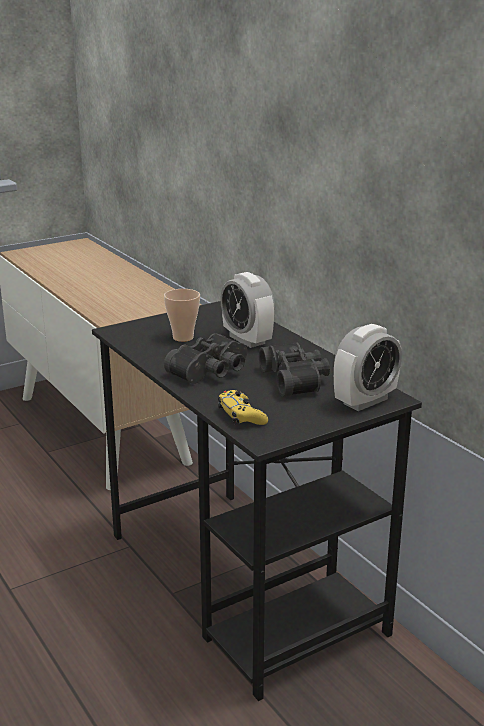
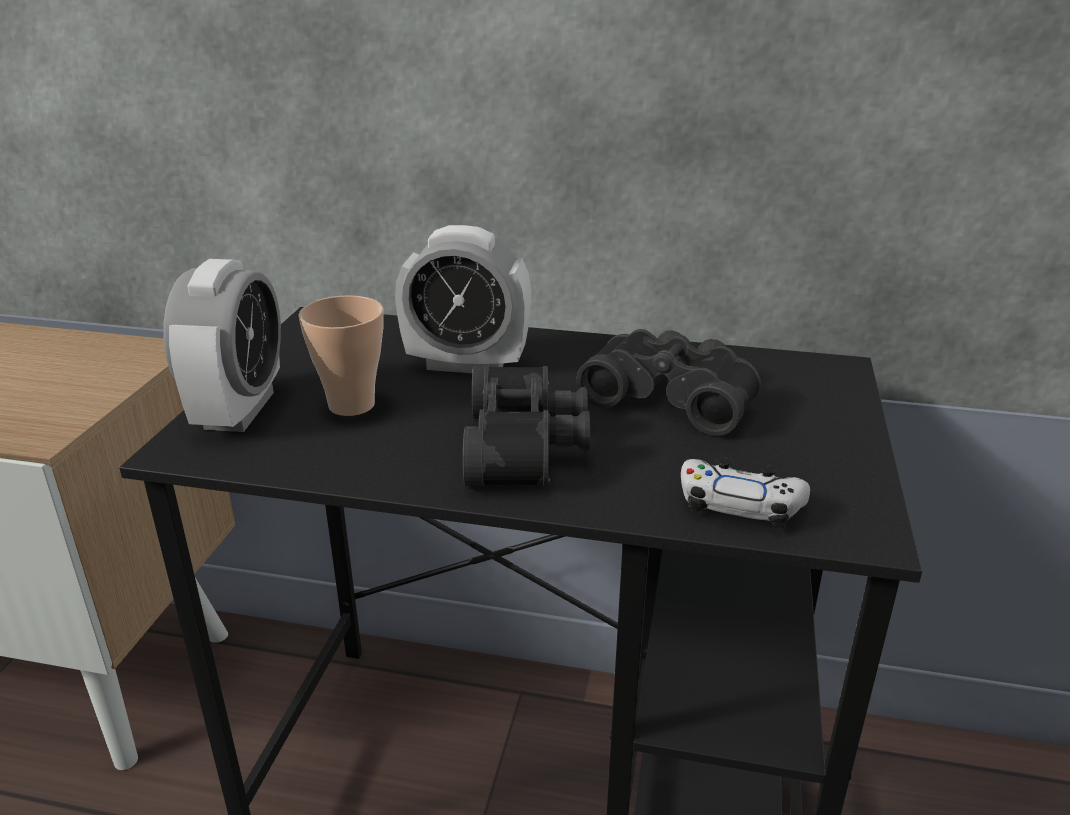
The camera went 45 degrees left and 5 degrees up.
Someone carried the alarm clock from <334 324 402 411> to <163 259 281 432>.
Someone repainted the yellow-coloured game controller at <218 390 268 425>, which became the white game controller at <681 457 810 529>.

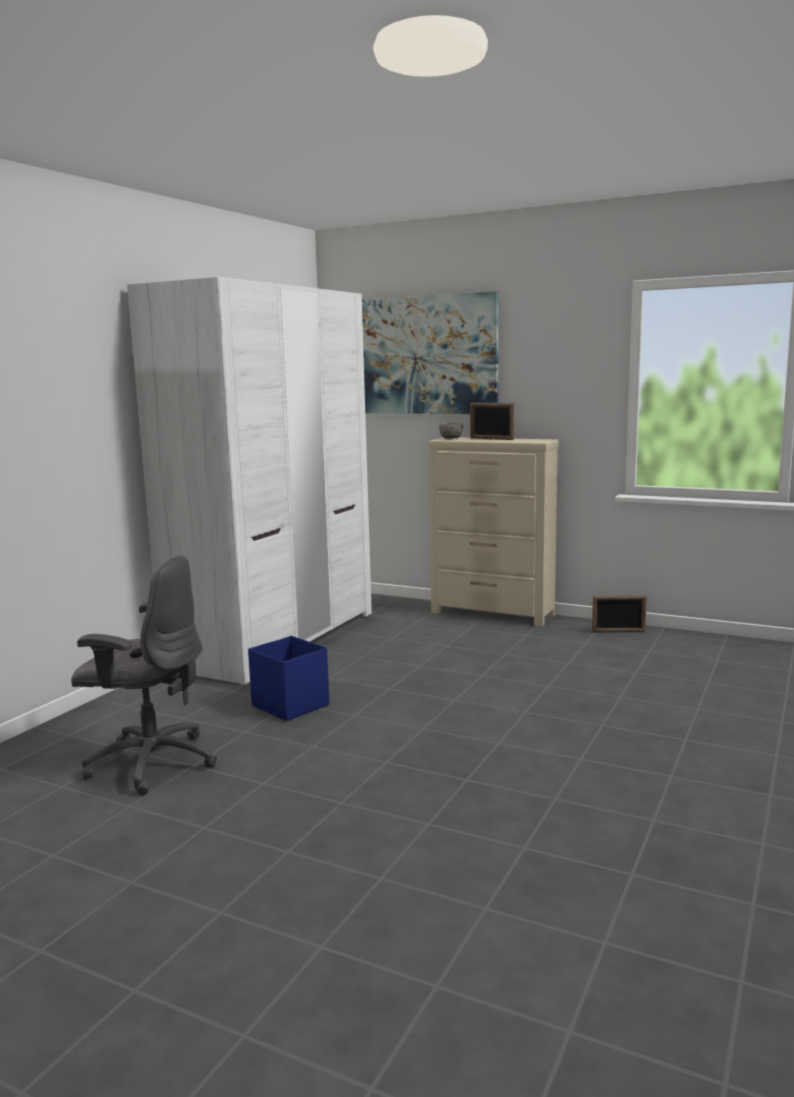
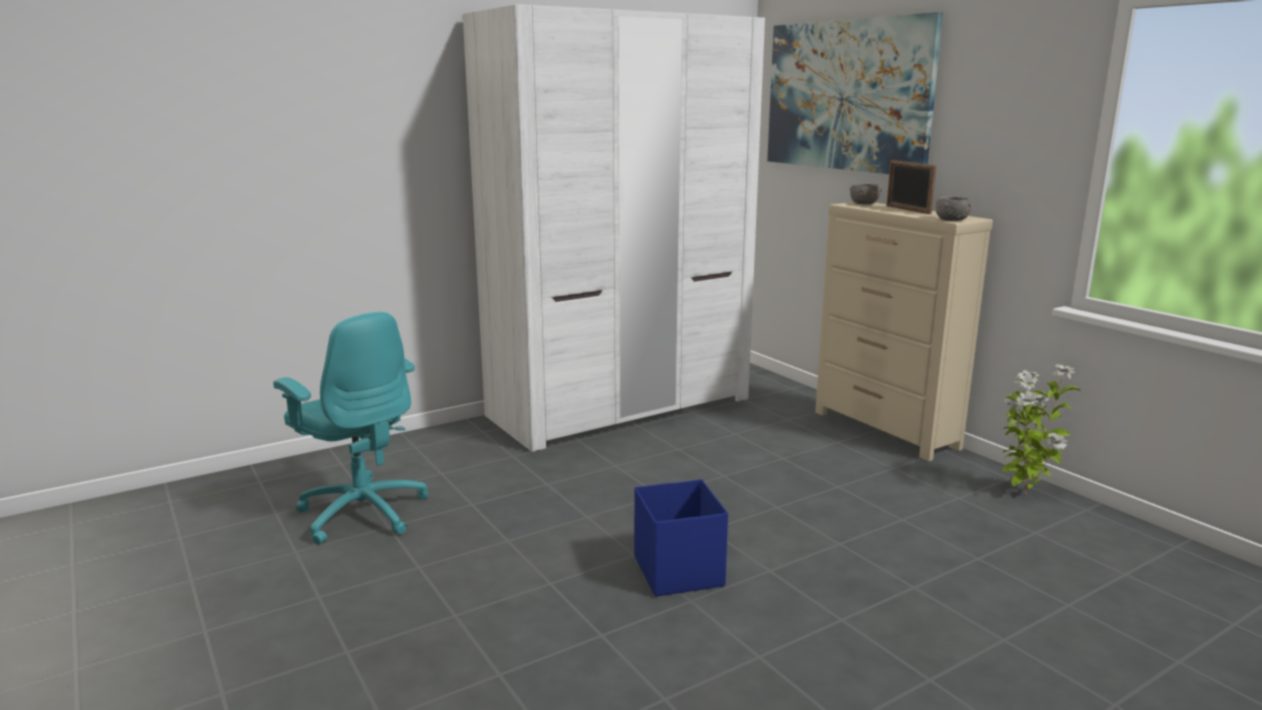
The camera went 30 degrees right and 5 degrees up.
Someone put down the greyish serving bowl at <936 196 972 221>.
Someone carried the blue-coloured storage box from <248 636 329 721> to <634 479 728 597>.
Someone swapped the standing frame at <592 596 647 632> for the plant in a pot at <1003 364 1081 495>.
Someone repainted the greyish computer chair at <71 555 217 795>, which became the turquoise computer chair at <273 312 428 545>.

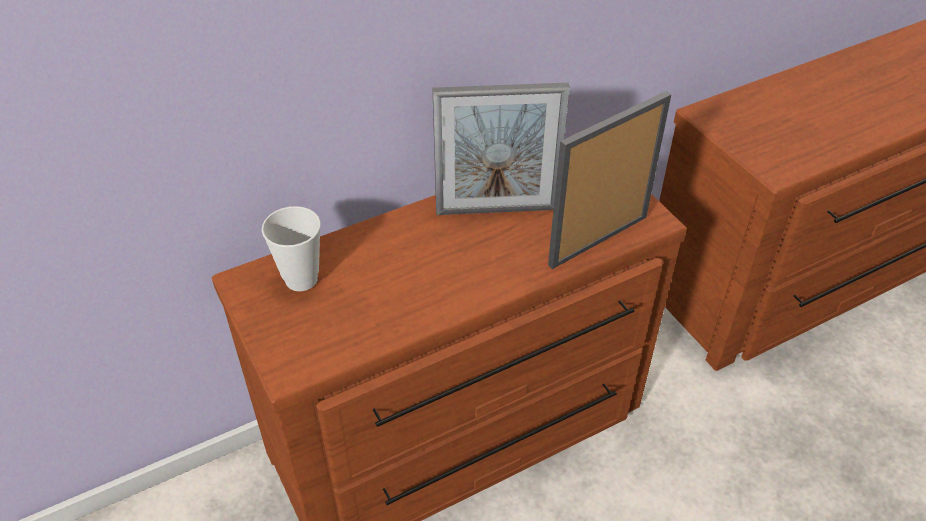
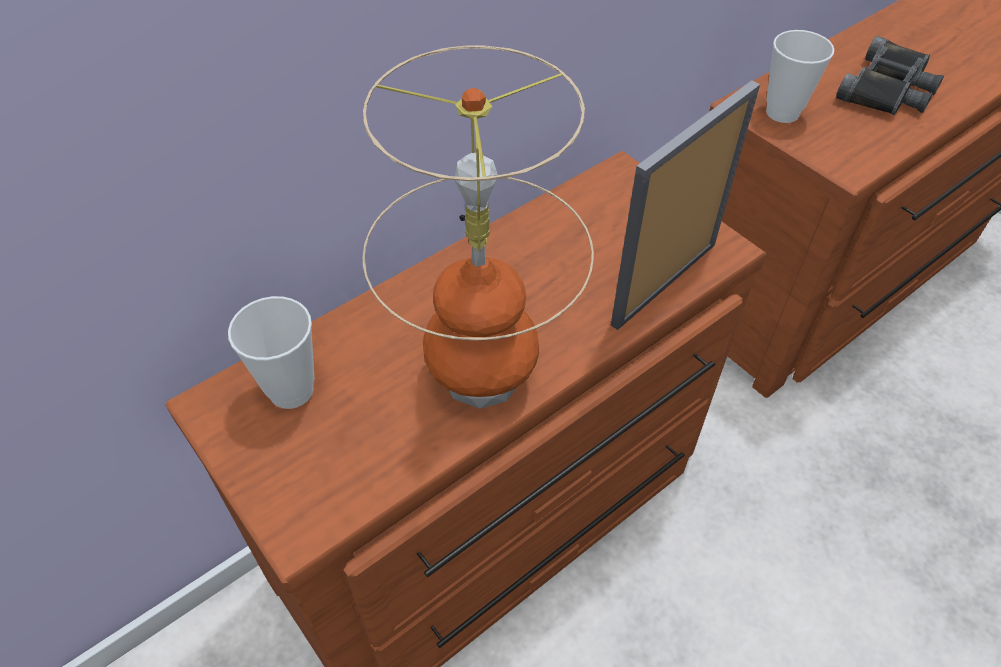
The camera went 10 degrees left and 5 degrees up.
Someone took away the standing frame at <432 83 570 215>.
Someone put down the lamp for a table at <363 45 594 409>.
Someone put down the small cup at <766 30 834 123>.
Someone put down the black-coloured field glasses at <836 36 944 115>.

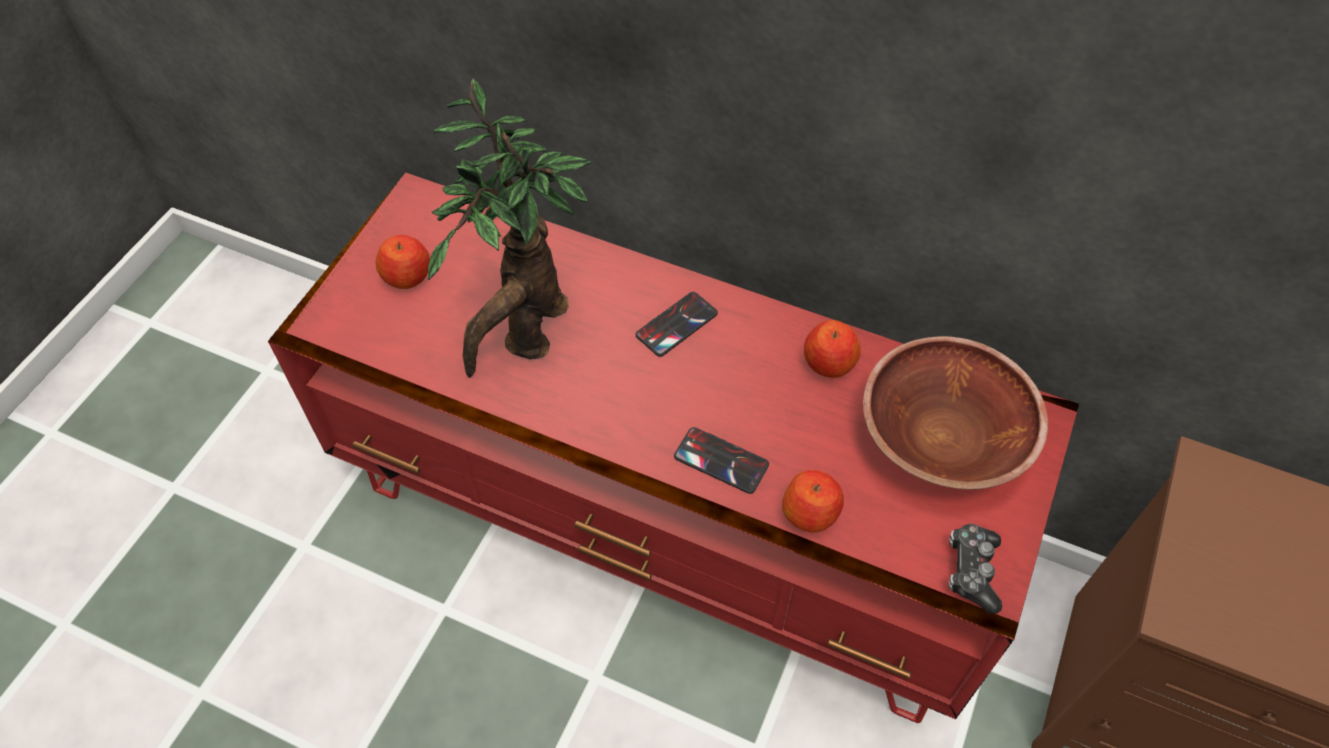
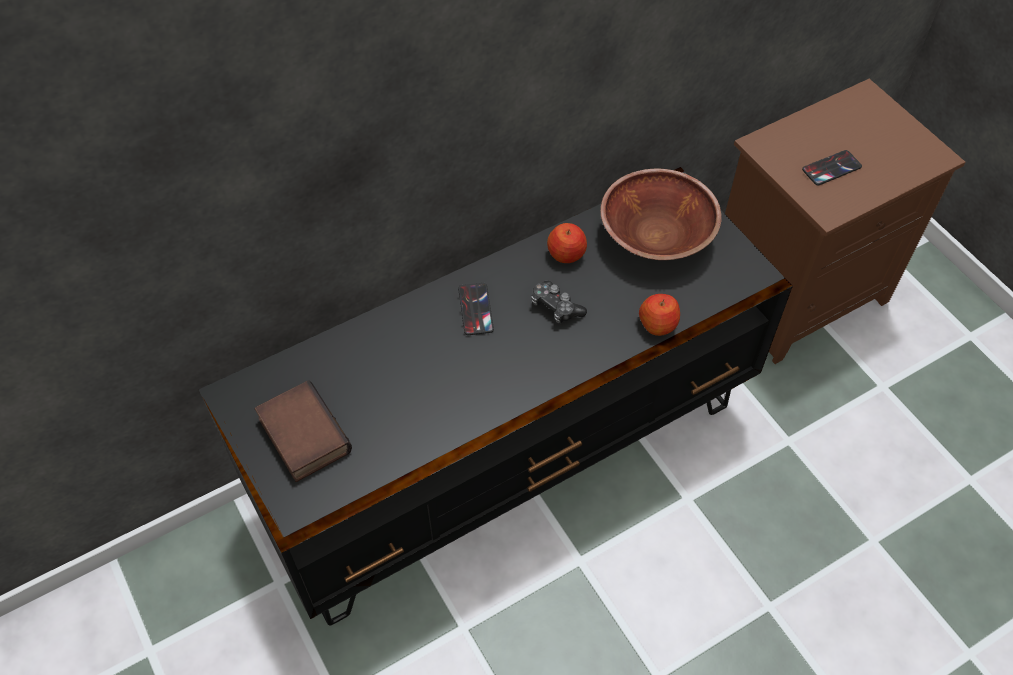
The camera went 55 degrees left and 0 degrees up.
Someone took away the plant in a pot at <428 78 591 378>.
Someone carried the phone from <674 427 769 494> to <802 150 862 186>.
Someone carried the game controller from <949 524 1002 614> to <531 281 587 323>.
Someone swapped the apple at <376 235 430 289> for the volume at <254 380 352 482>.
Someone repainted the red-coloured media console at <268 173 1079 723>, which became the black-coloured media console at <199 167 793 626>.

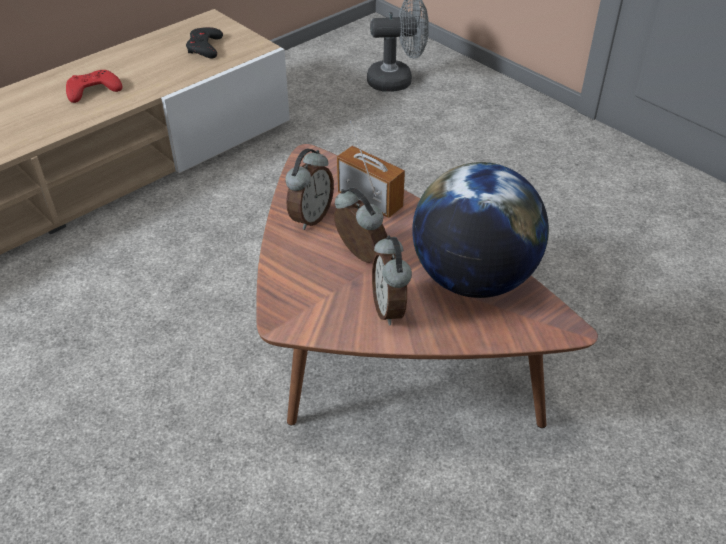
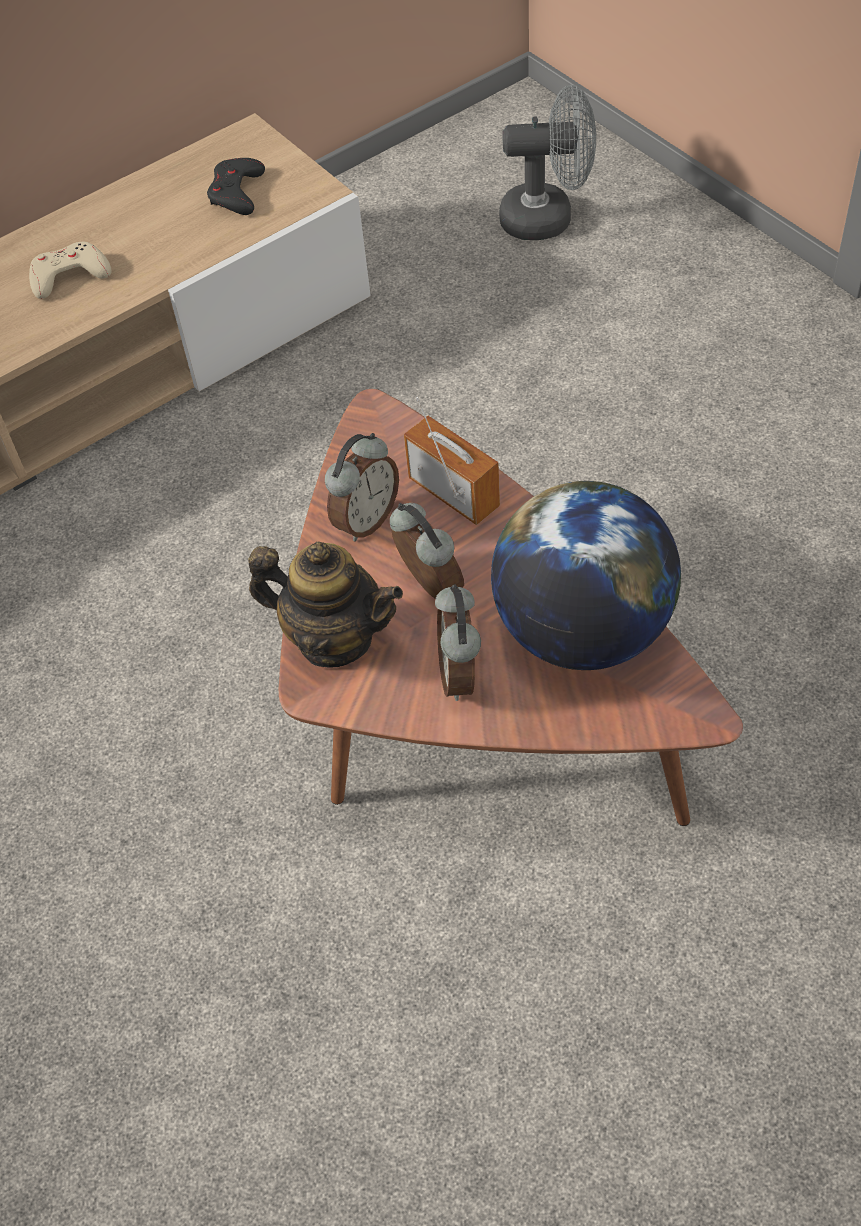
The camera went 10 degrees right and 10 degrees up.
Someone put down the tea pot at <249 542 403 668>.
Someone repainted the red-coloured game controller at <66 70 122 103>, which became the beige-coloured game controller at <29 242 111 299>.

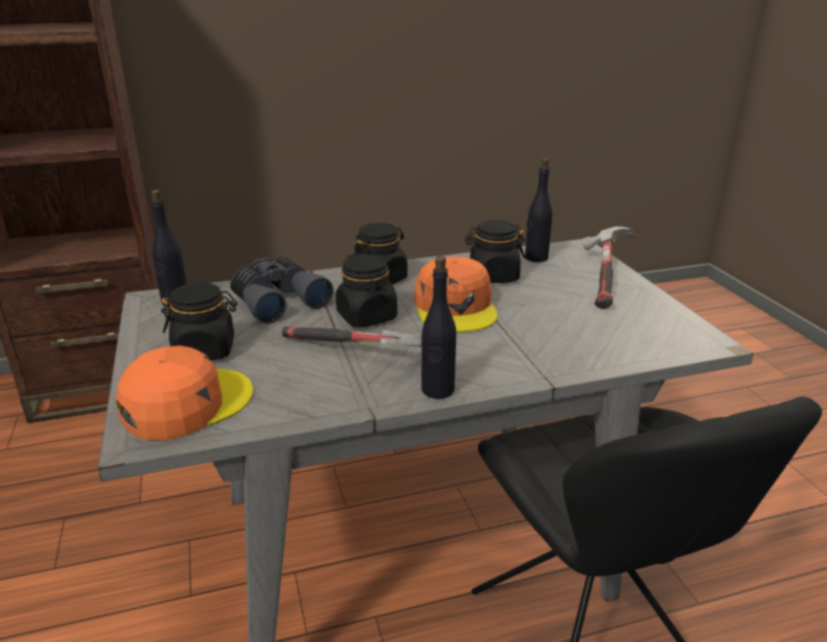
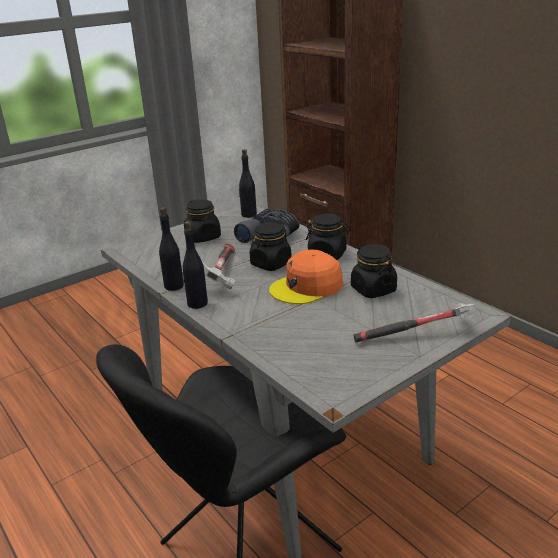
The camera went 70 degrees right and 0 degrees up.
Someone took away the orange baseball cap at <116 346 253 440>.
Someone carried the black-coloured drink bottle from <525 158 552 262> to <159 207 184 291>.

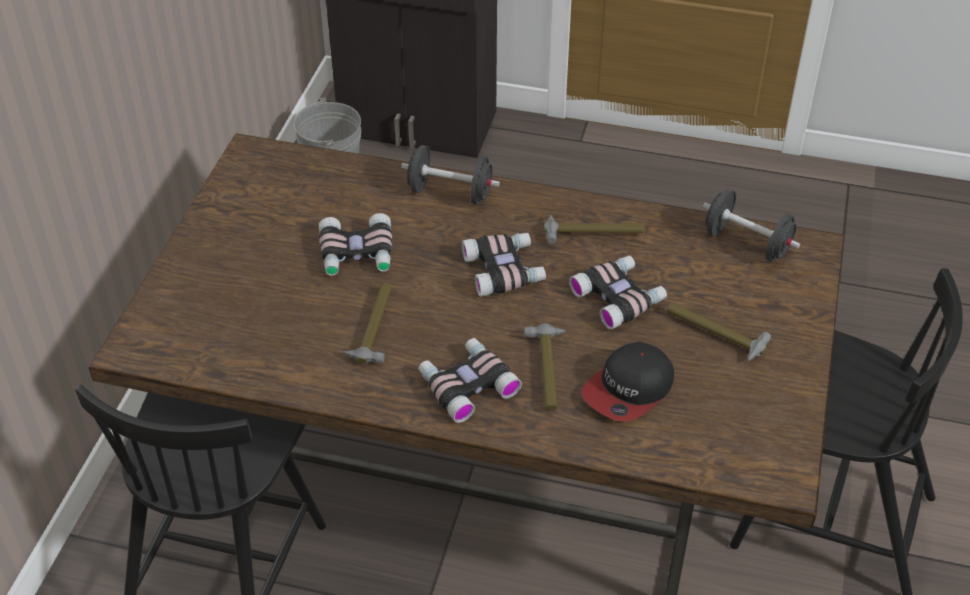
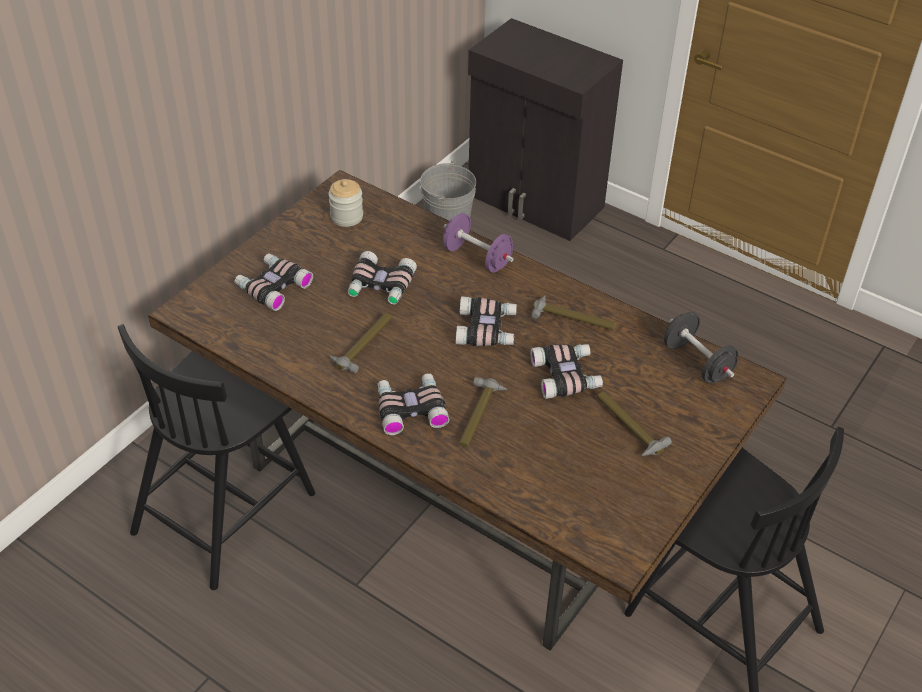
The camera went 20 degrees right and 0 degrees up.
Someone took away the baseball cap at <581 342 674 422>.
Someone put down the field glasses at <234 253 313 311>.
Someone put down the jar at <328 179 363 227>.
Someone repainted the black-coloured dumbbell at <401 145 500 205>, which became the purple dumbbell at <443 213 514 273>.

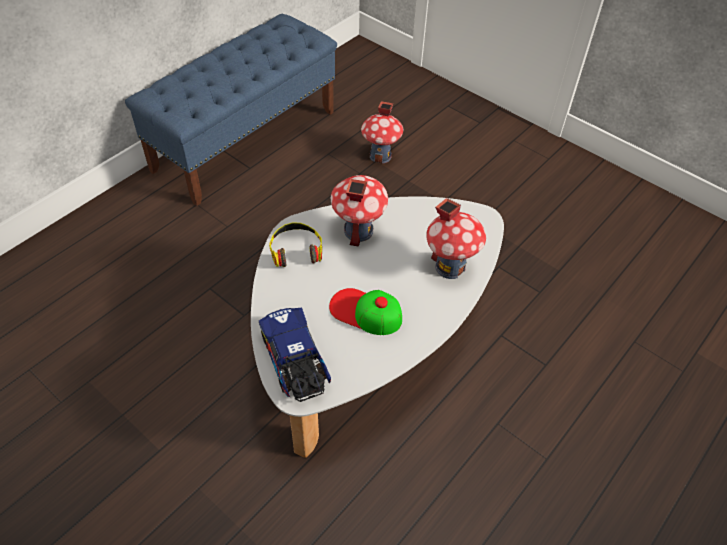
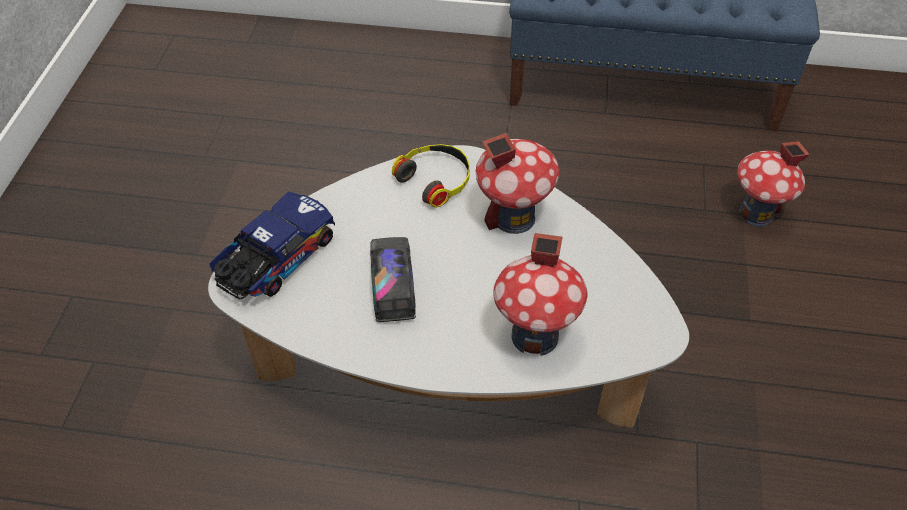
The camera went 60 degrees right and 0 degrees up.
Someone swapped the baseball cap at <329 288 402 335> for the model truck at <370 237 416 322>.

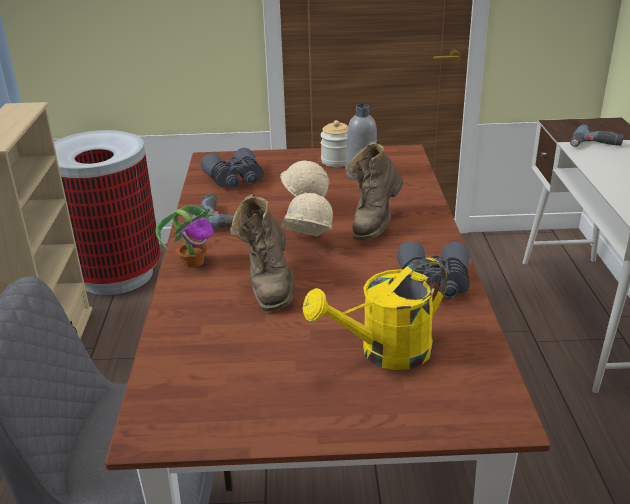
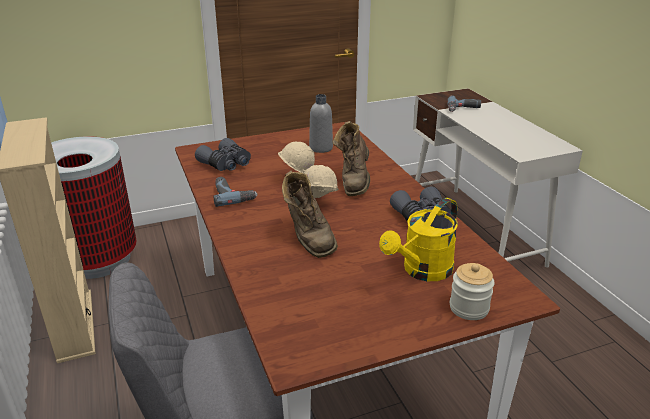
The camera went 20 degrees left and 0 degrees up.
Someone took away the plant in a pot at <156 205 215 268>.
Someone carried the jar from <321 120 348 167> to <450 263 495 320>.

